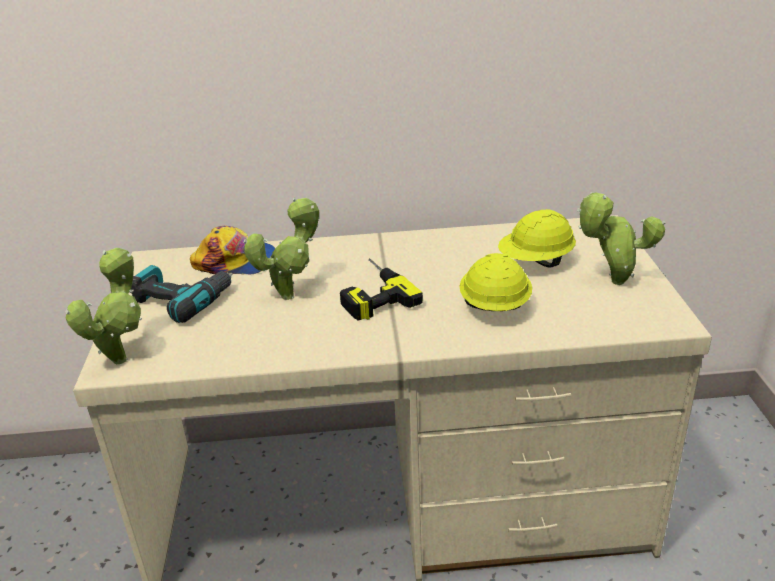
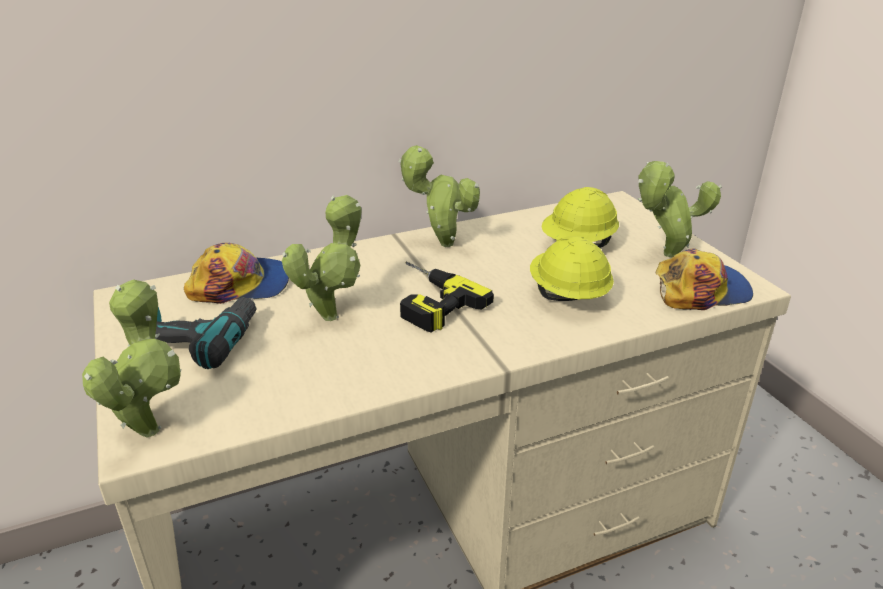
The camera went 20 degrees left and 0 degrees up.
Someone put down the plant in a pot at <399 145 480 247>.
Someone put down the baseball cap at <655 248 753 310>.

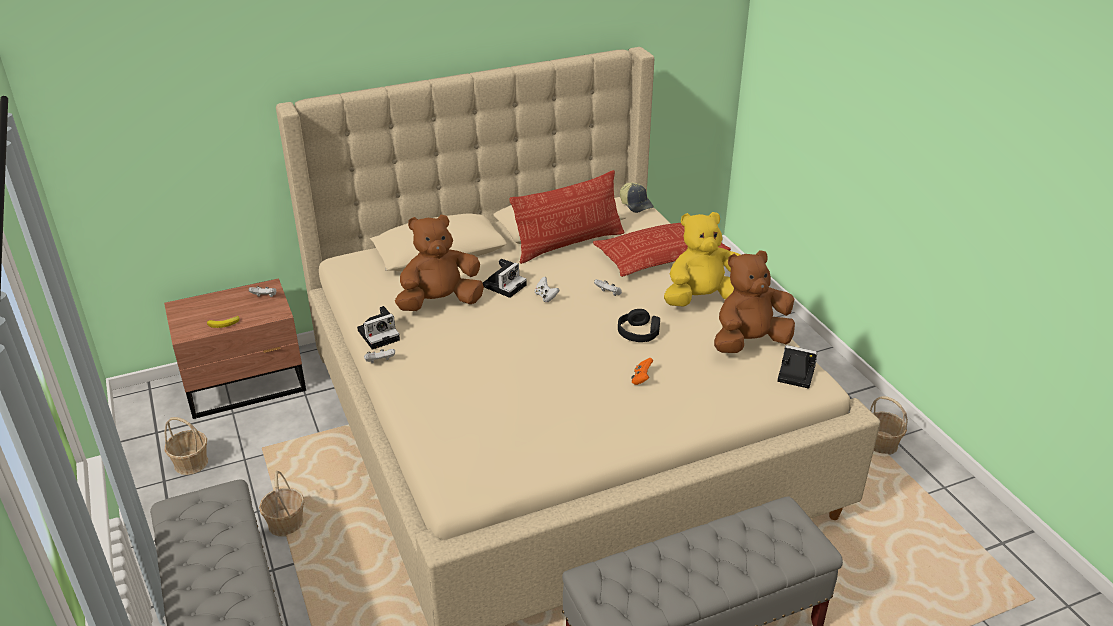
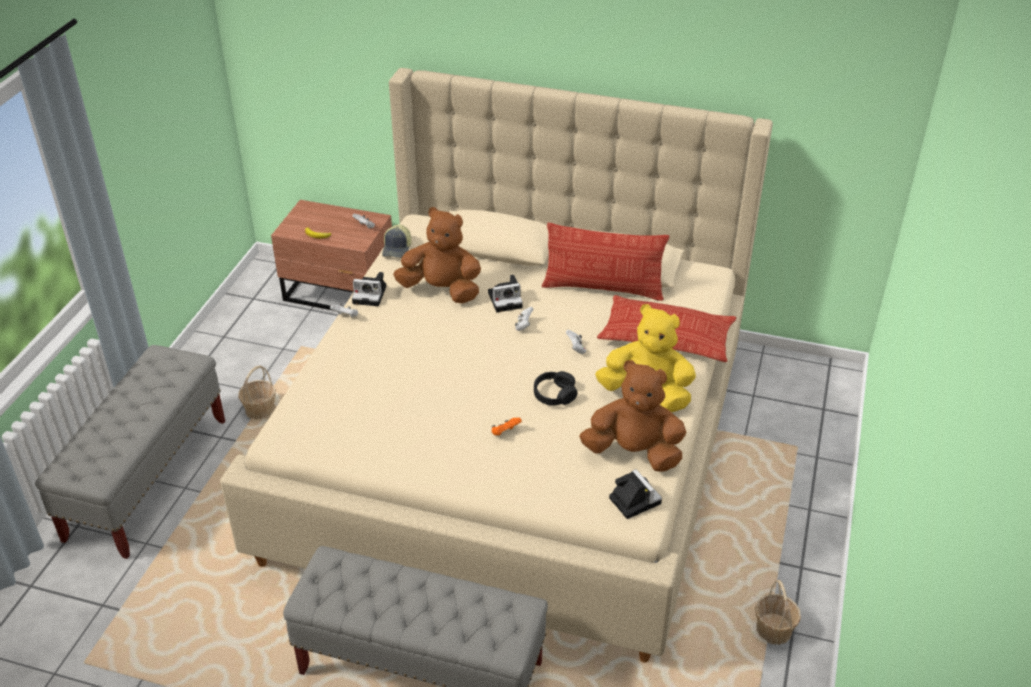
The camera went 40 degrees right and 5 degrees up.
Someone took away the household basket at <164 417 208 475>.
Someone carried the baseball cap from <620 182 654 213> to <382 224 411 258>.

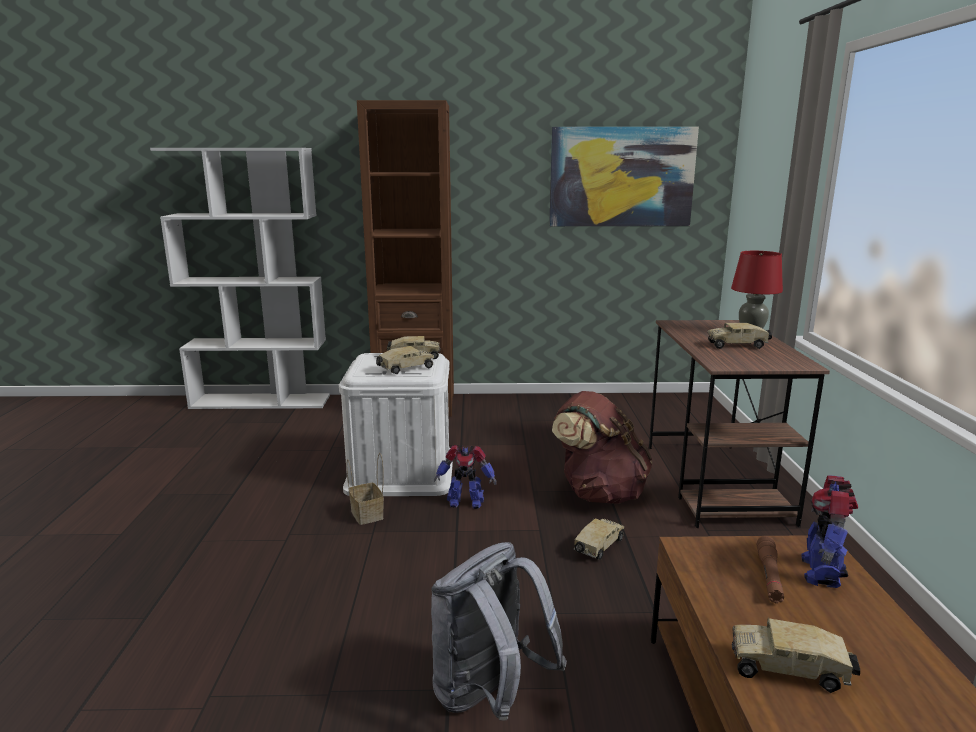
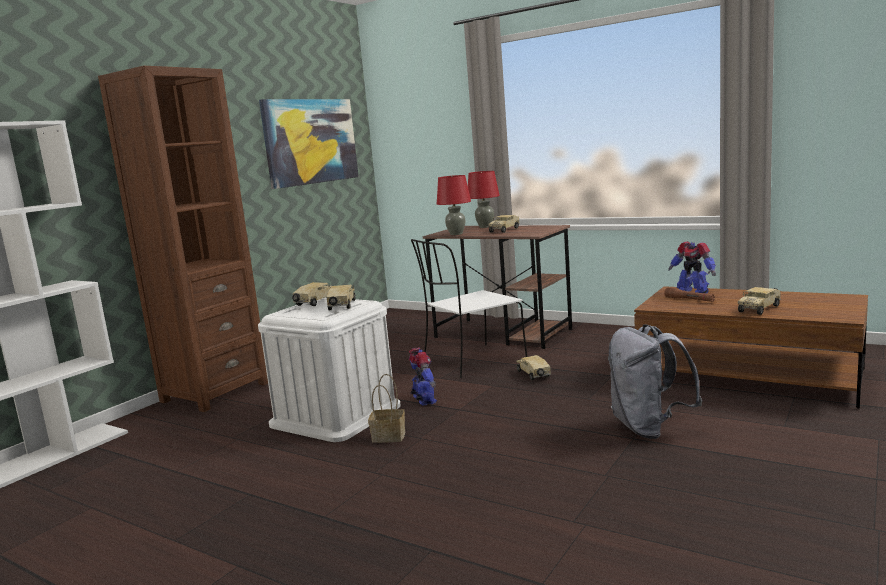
The camera went 55 degrees left and 5 degrees down.
Someone put down the red-coloured lamp for a table at <437 175 471 235>.
Someone swapped the brownish backpack at <552 391 652 504> for the white plain chair at <411 239 528 378>.
Someone rotated the robot figure at <434 445 497 509> by 60 degrees counterclockwise.

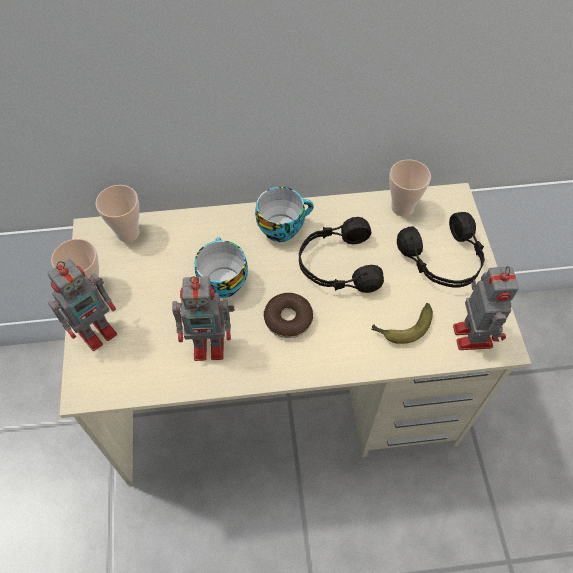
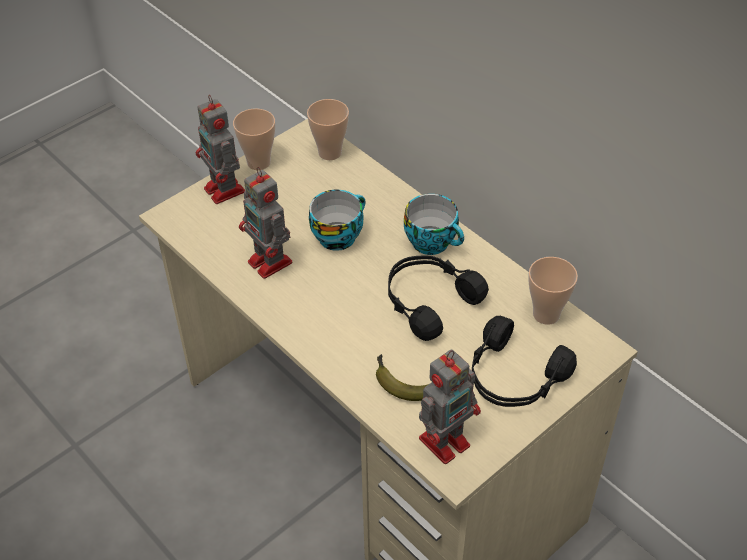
The camera went 55 degrees right and 10 degrees down.
Someone took away the ring doughnut at <264 293 313 338>.
Someone rotated the robot figure at <47 259 117 351> by 45 degrees clockwise.

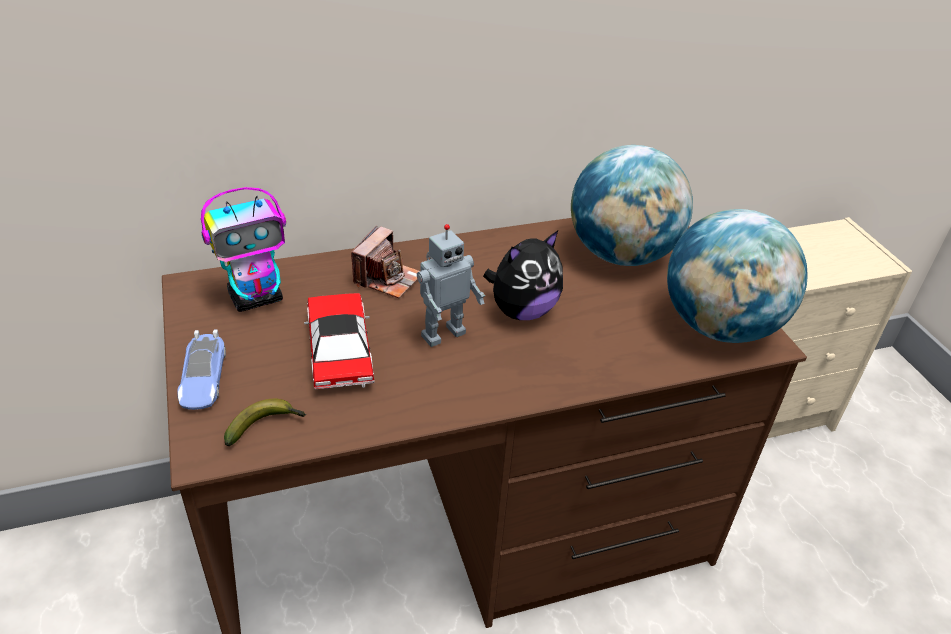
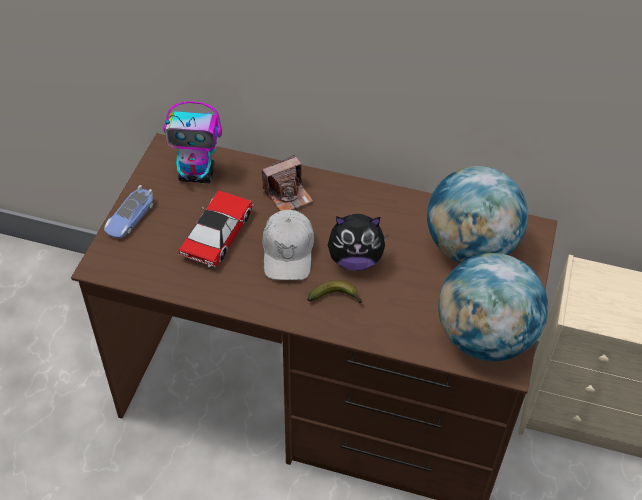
The camera went 35 degrees right and 10 degrees up.
Someone carried the banana fruit from <224 398 306 446> to <307 281 363 303>.
Someone swapped the robot figure at <417 224 485 347> for the white baseball cap at <262 210 314 280>.

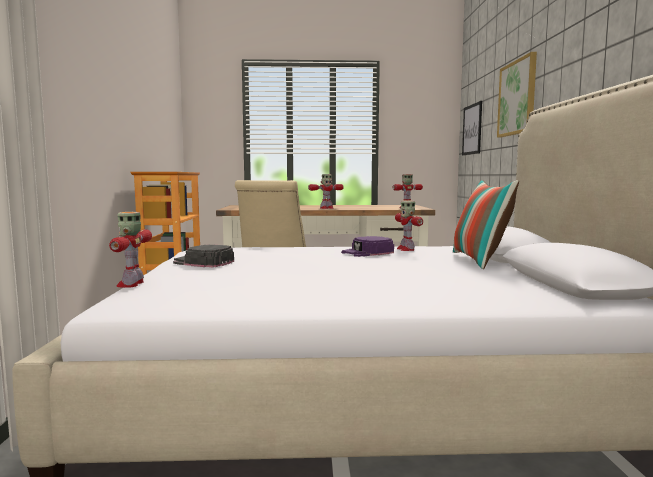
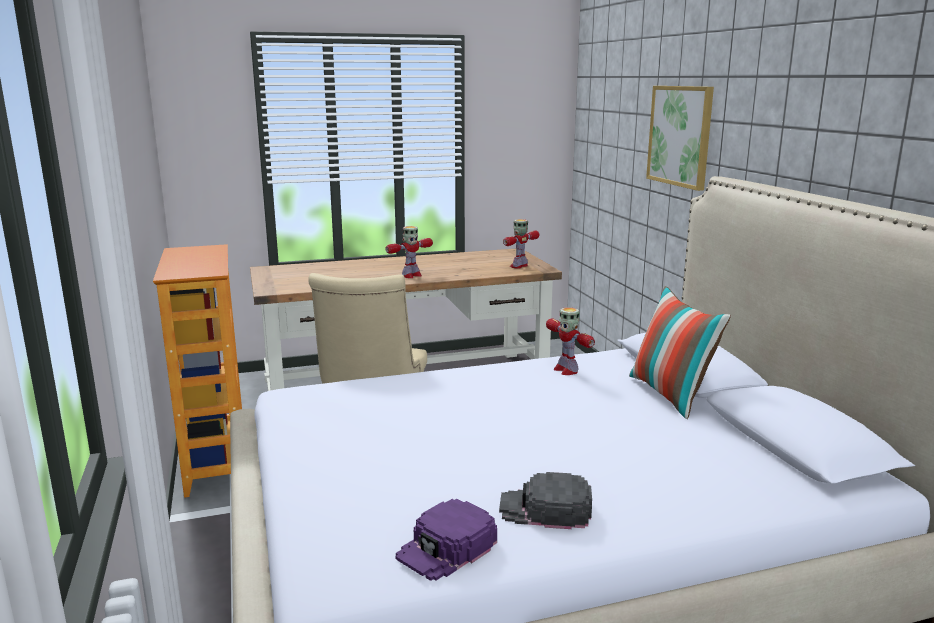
The camera went 15 degrees left and 10 degrees up.
Someone took away the robot figure at <109 212 152 288>.
Someone took away the wall art at <462 101 482 156>.
Someone carried the black-coloured baseball cap from <173 245 234 267> to <499 472 592 529>.
Someone carried the purple baseball cap from <341 236 394 257> to <396 499 497 581>.

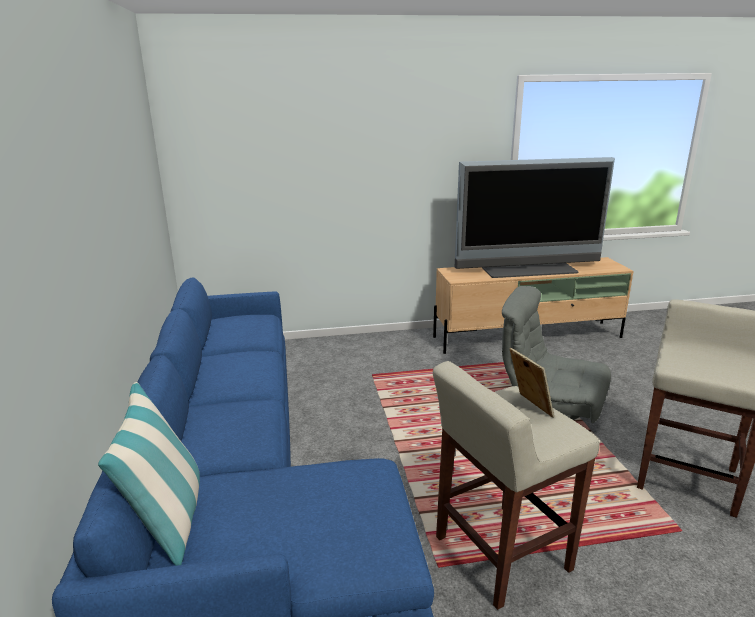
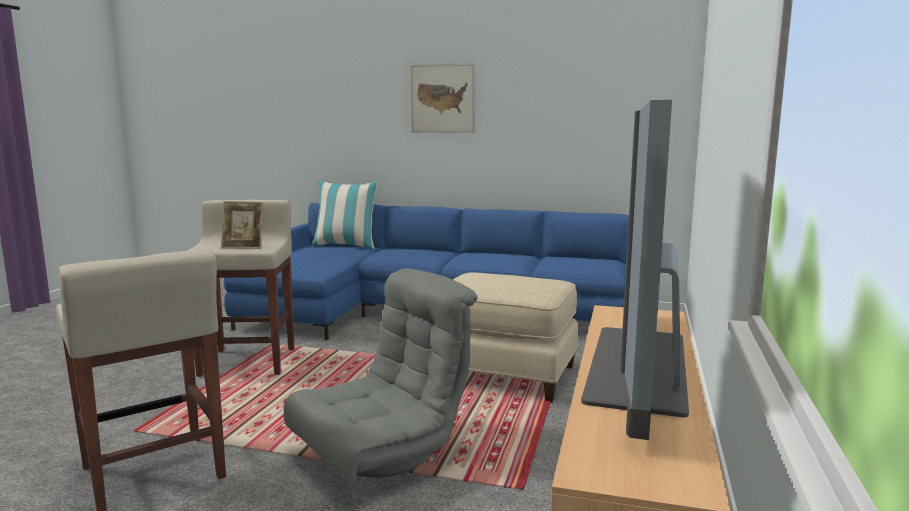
The camera went 115 degrees right and 10 degrees down.
Someone put up the wall art at <410 63 475 133>.
Someone put down the beige-coloured ottoman at <453 272 578 403>.

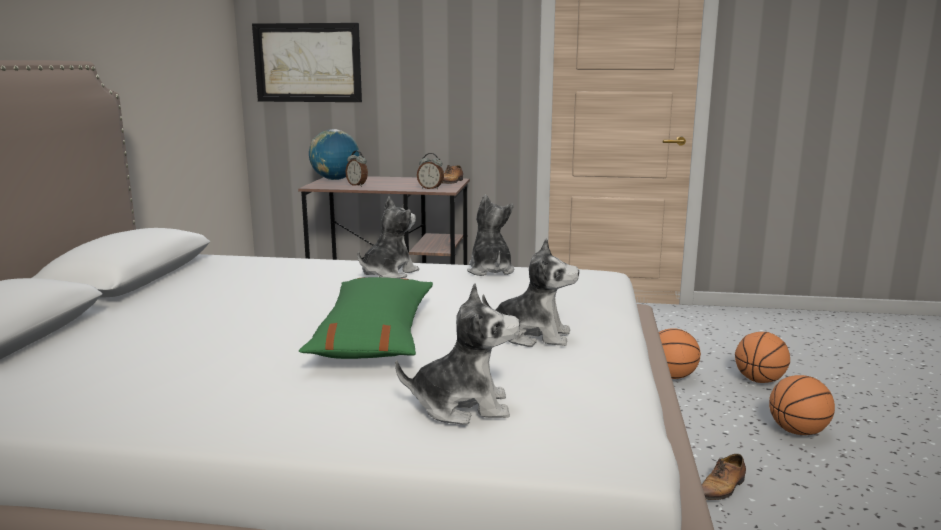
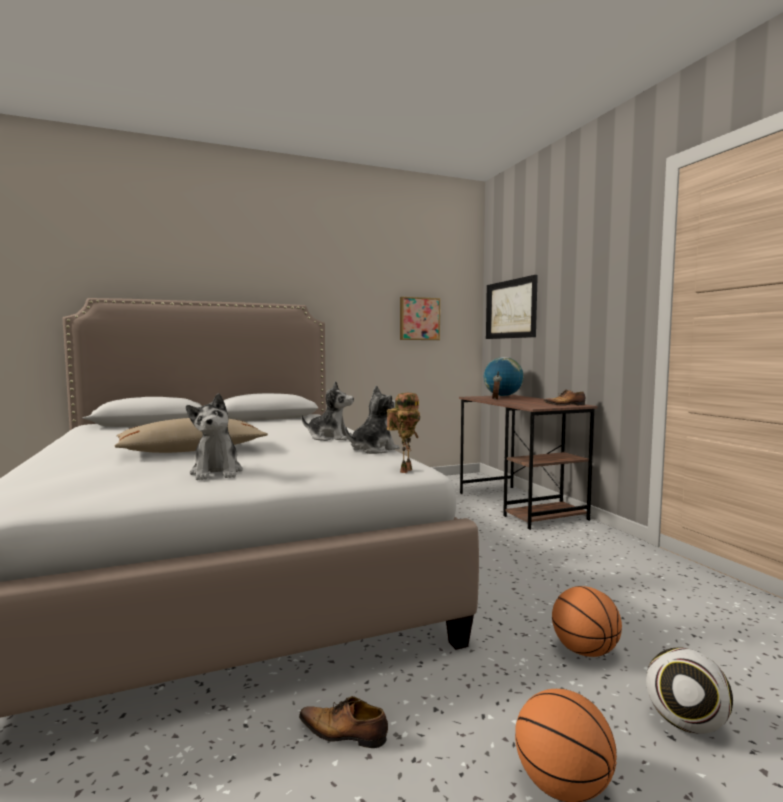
The camera went 60 degrees right and 10 degrees down.
Someone took away the plush toy at <395 284 520 425>.
Someone took away the alarm clock at <417 153 444 190>.
Someone put down the robot figure at <387 393 420 473>.
Someone put up the wall art at <400 297 440 340>.
Someone swapped the basketball ball at <735 332 790 383> for the ball for football at <646 647 733 734>.
Someone repainted the green throw pillow at <299 277 433 359>, which became the beige-coloured throw pillow at <115 418 268 453>.

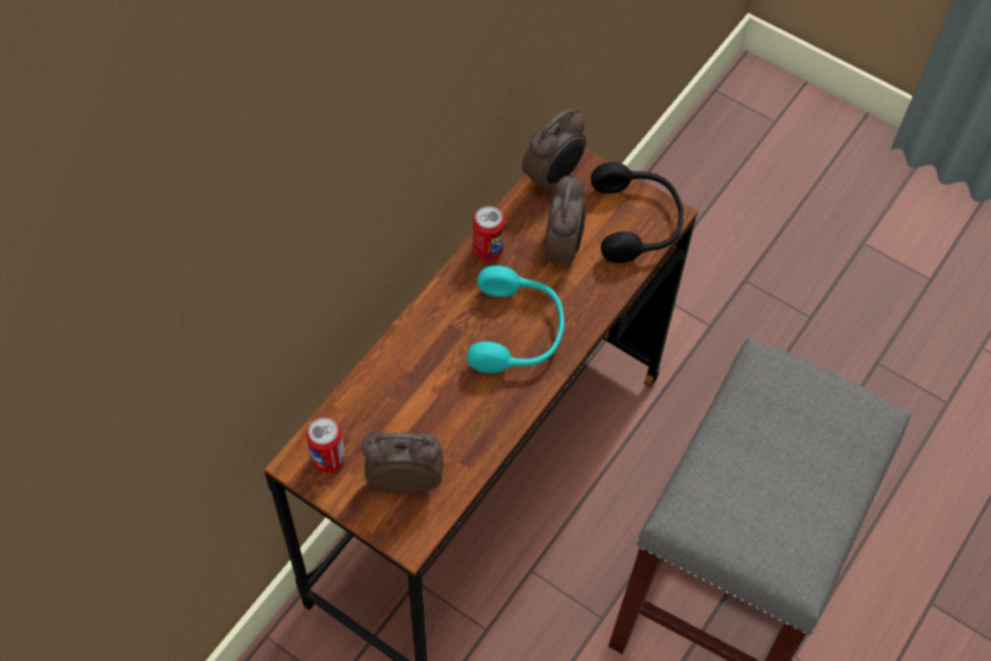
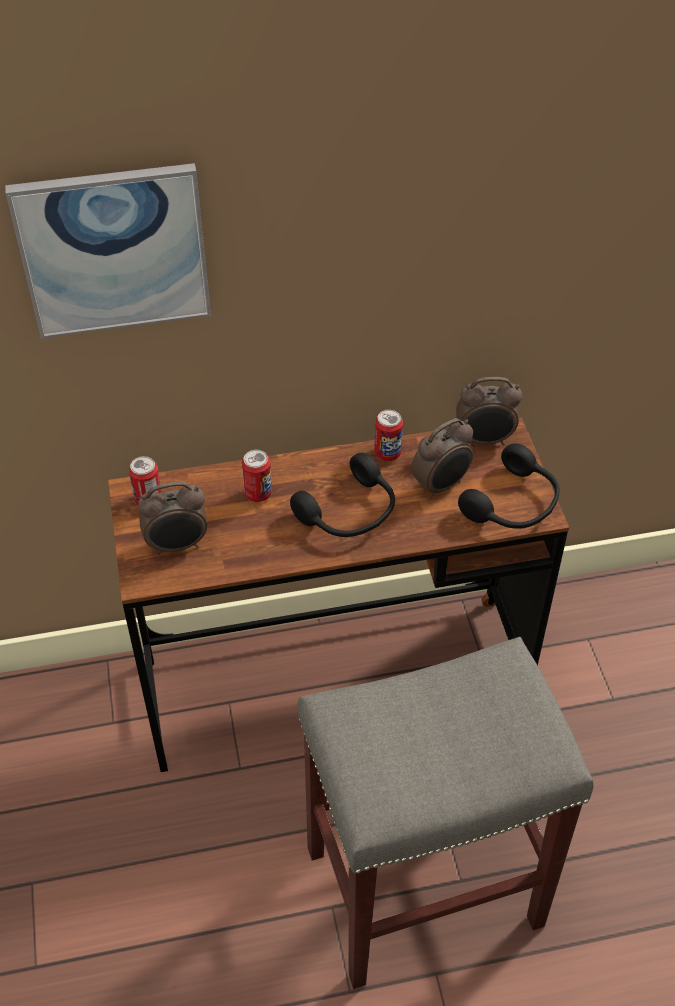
The camera went 45 degrees right and 10 degrees down.
Someone put up the wall art at <5 163 211 338>.
Someone put down the can at <242 450 272 502>.
Someone repainted the turquoise headphones at <467 266 565 373>, which became the black-coloured headphones at <290 453 395 537>.
Someone rotated the alarm clock at <362 431 443 494> by 120 degrees clockwise.

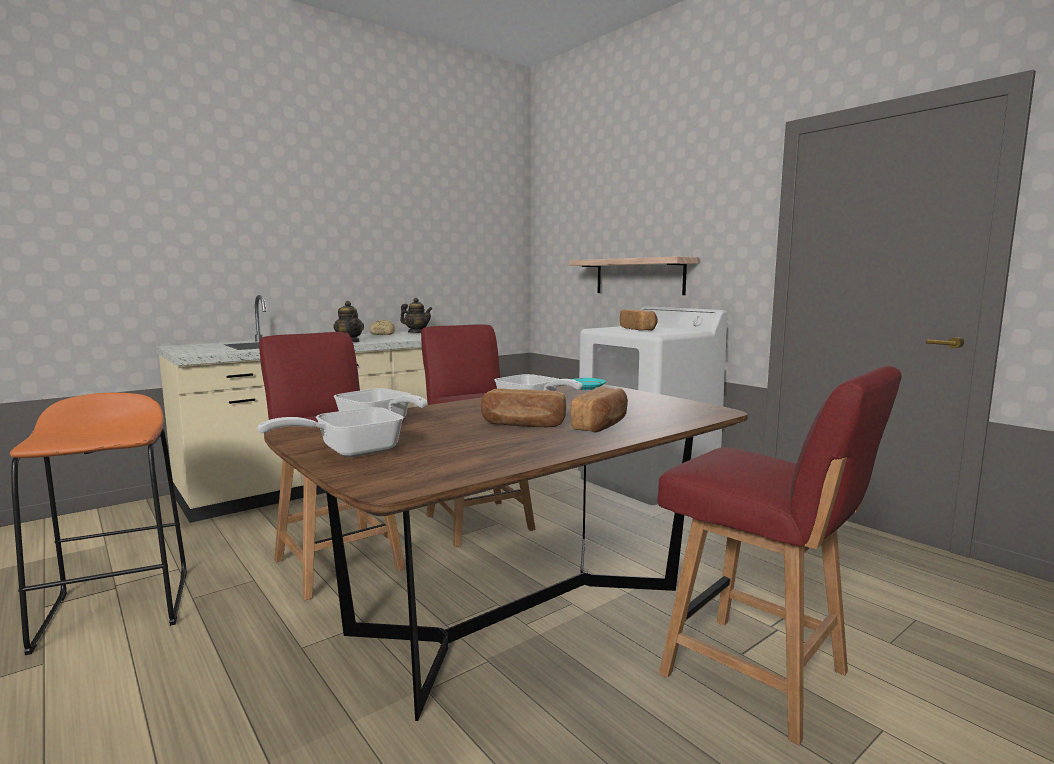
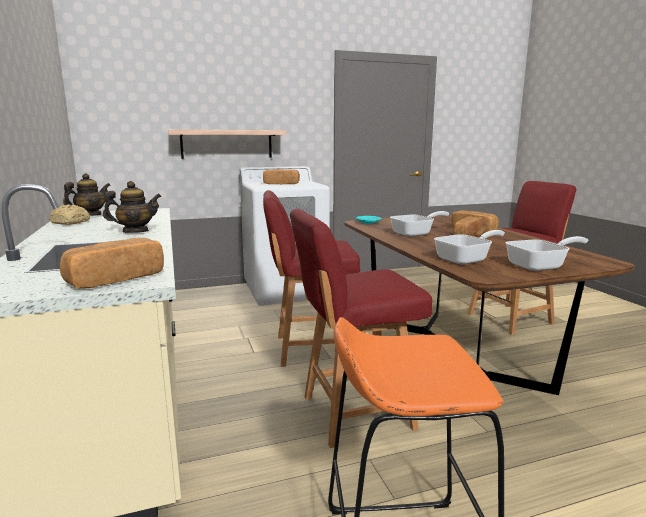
The camera went 70 degrees left and 5 degrees up.
Someone put down the baked bread at <60 238 164 289>.
Someone rotated the pan at <257 407 404 457> by 90 degrees counterclockwise.

